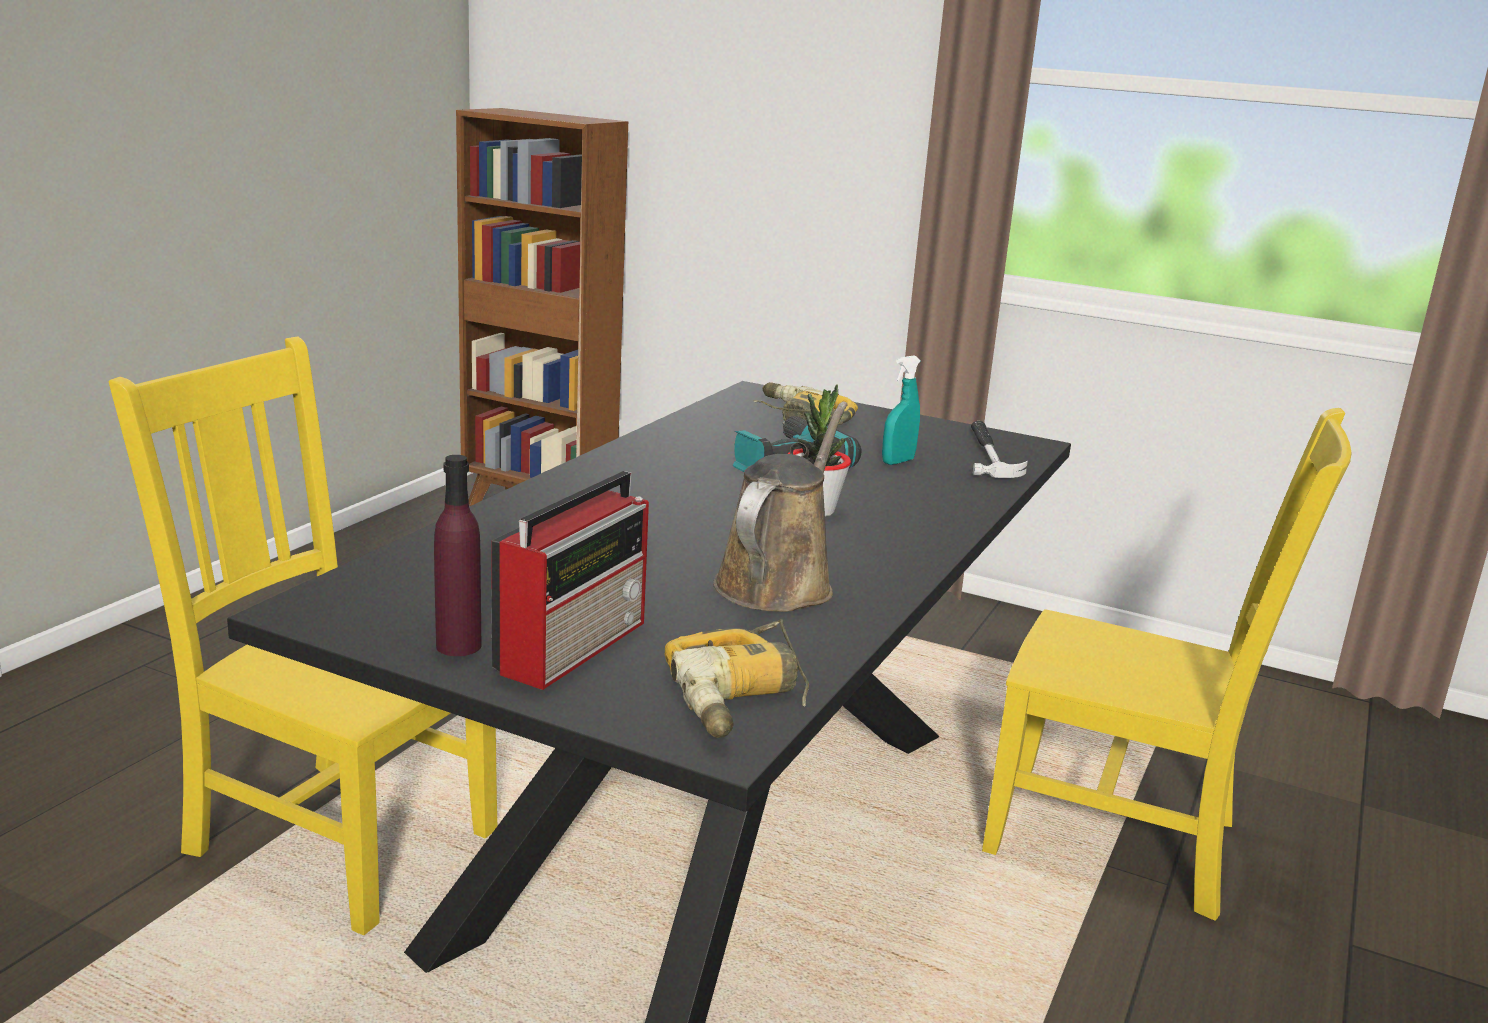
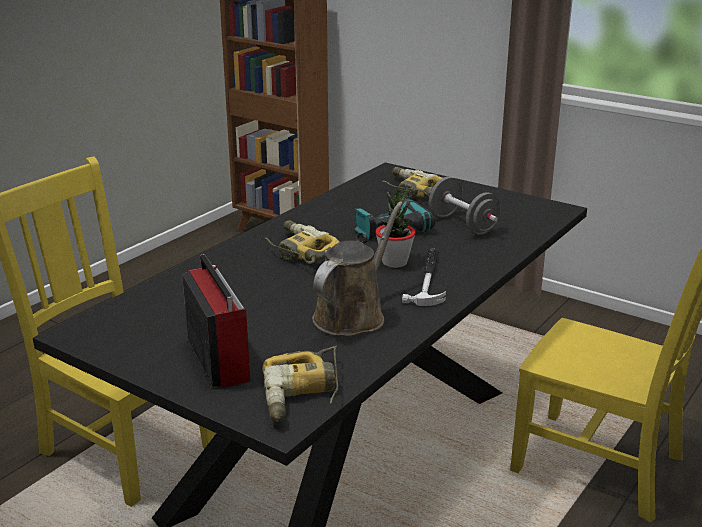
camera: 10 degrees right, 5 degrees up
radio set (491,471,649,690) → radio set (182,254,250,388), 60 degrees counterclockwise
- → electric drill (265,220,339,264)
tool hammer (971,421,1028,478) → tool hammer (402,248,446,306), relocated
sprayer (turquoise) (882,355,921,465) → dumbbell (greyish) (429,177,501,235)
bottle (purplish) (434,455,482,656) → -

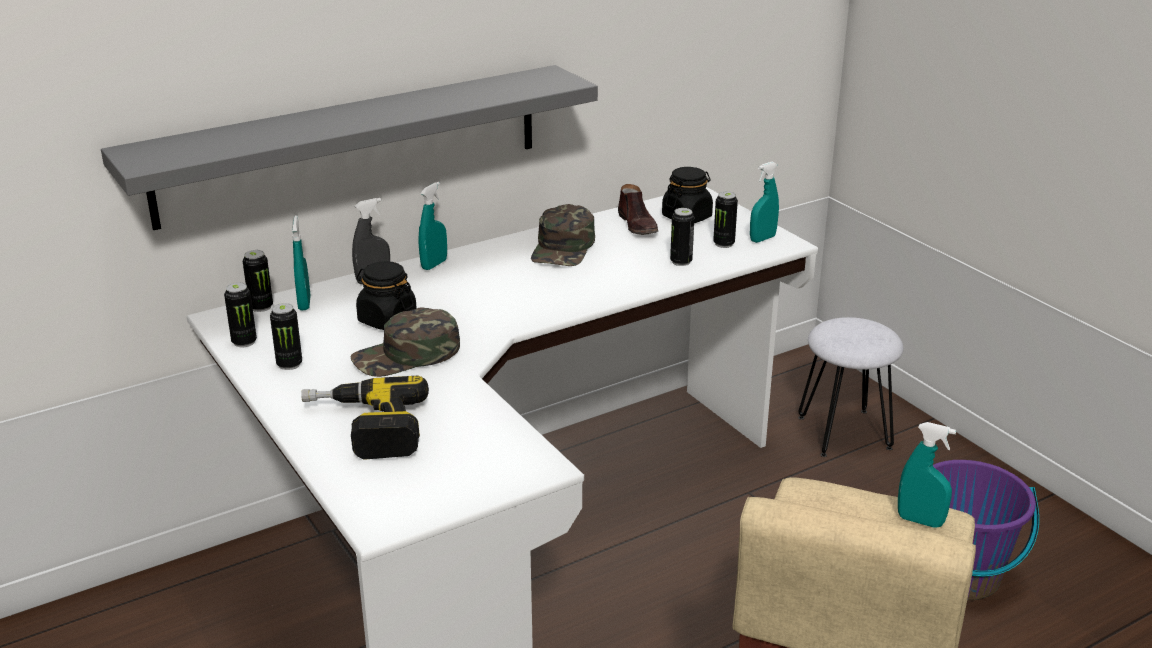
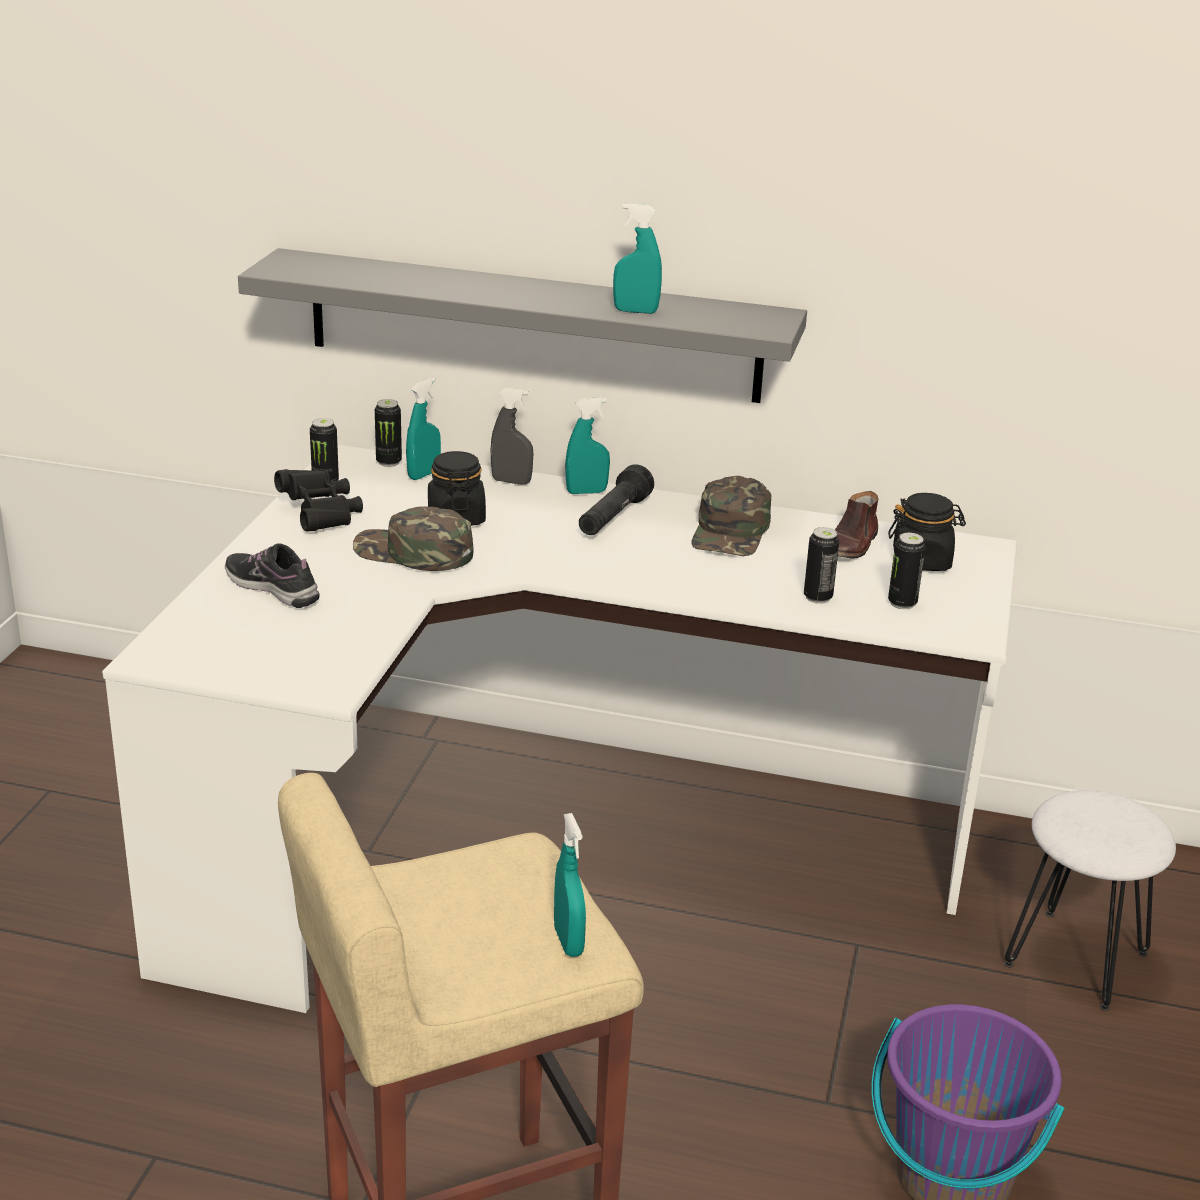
camera: 45 degrees right, 0 degrees up
electric drill (301,376,429,460) → item of footwear (225,543,320,608)
metal can (270,303,302,370) → field glasses (blackish) (274,469,363,532)
- → torch (blackish) (579,464,654,535)
sprayer (turquoise) (750,162,779,243) → sprayer (turquoise) (613,203,662,314), relocated
baseball cap (greenish) (531,204,595,266) → baseball cap (greenish) (691,476,771,556), 45 degrees counterclockwise

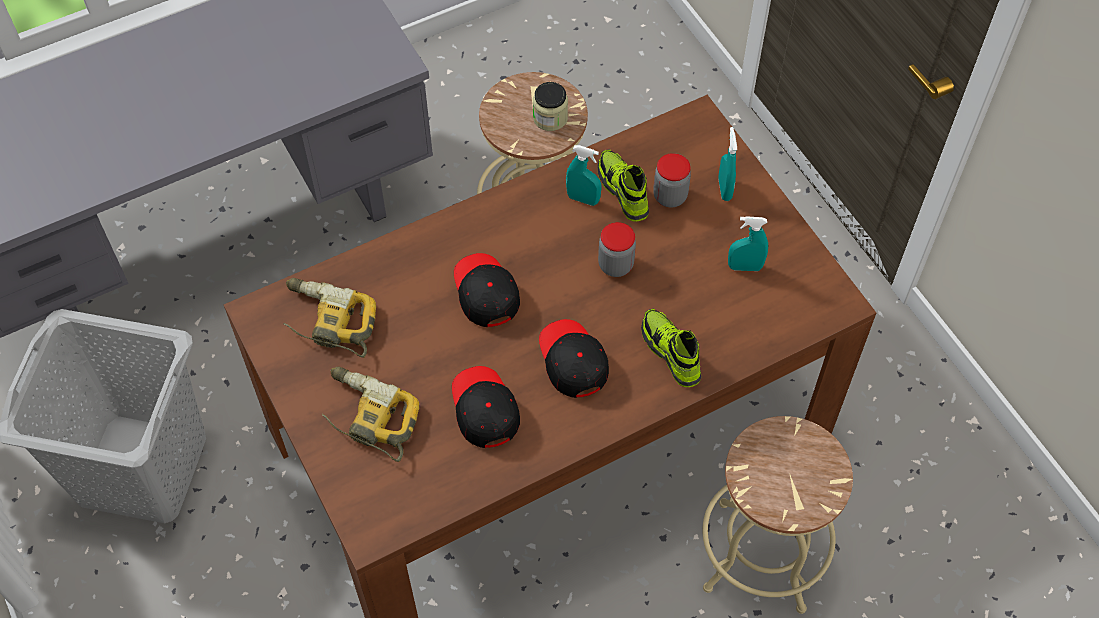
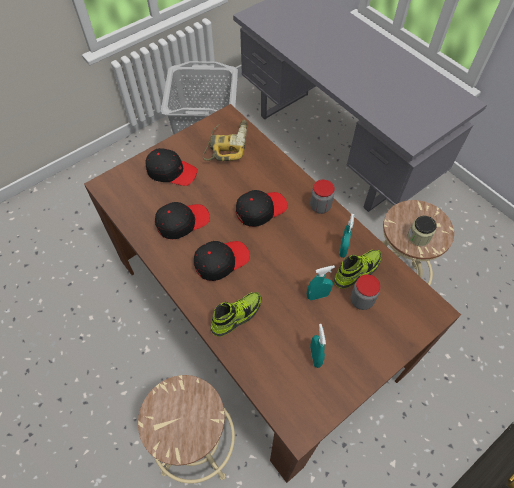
camera: 80 degrees right, 0 degrees up
electric drill (322,366,419,462) → baseball cap (blackish) (146,148,197,186)
sprayer (turquoise) (718,127,737,201) → sprayer (turquoise) (307,265,335,300), relocated
preserve jar (598,222,636,277) → preserve jar (310,180,335,214), relocated

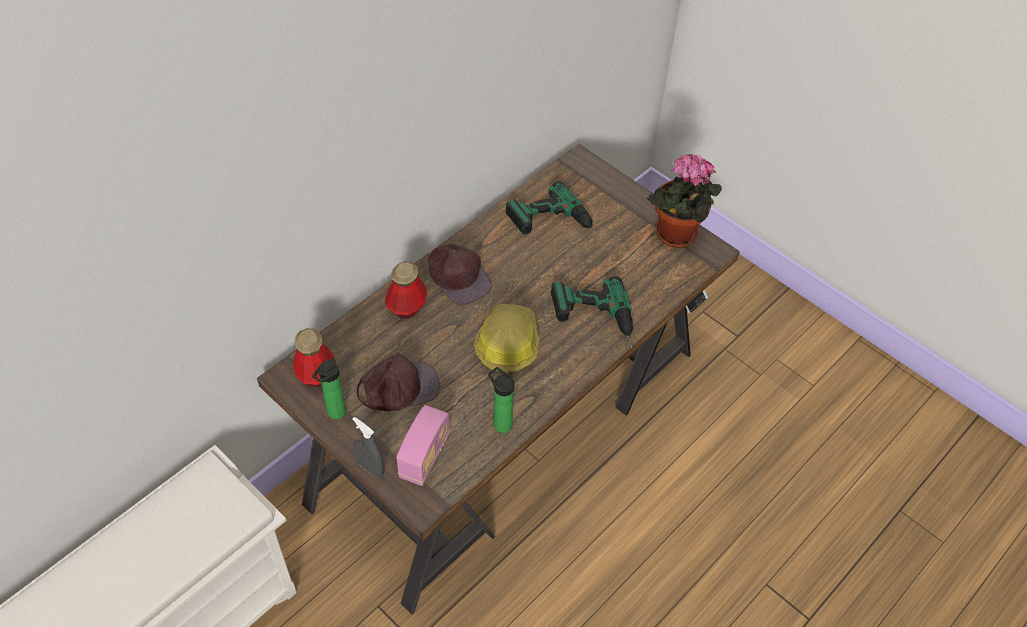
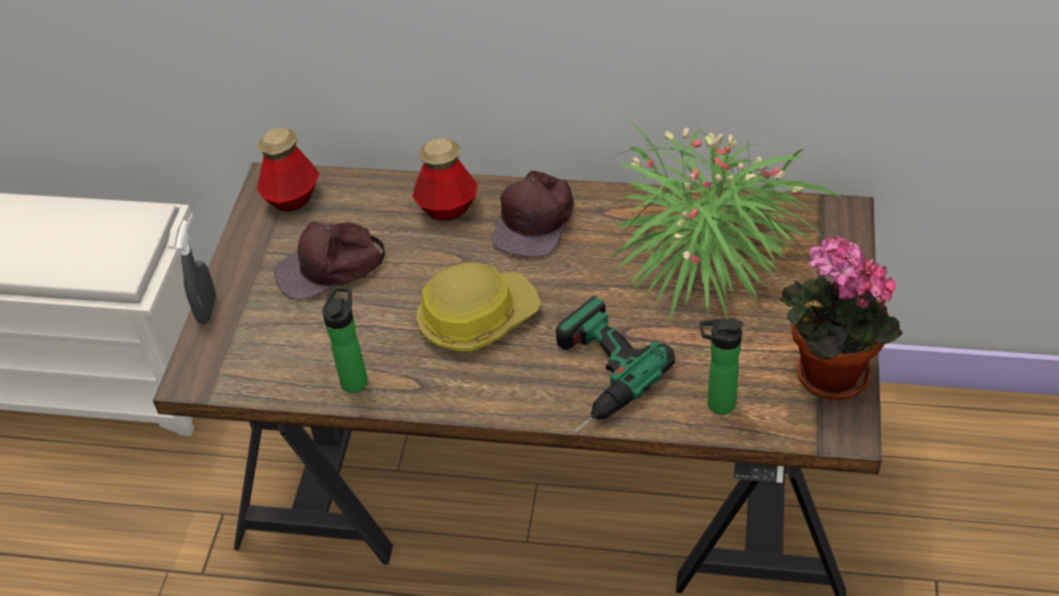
camera: 60 degrees right, 5 degrees down
baseball cap (brownish) (357,354,440,411) → baseball cap (brownish) (274,222,385,300), 120 degrees clockwise
electric drill (506,181,599,237) → plant in a pot (611,118,843,324)
bottle (312,358,346,419) → bottle (700,318,743,415), relocated
radio set (396,405,450,486) → -

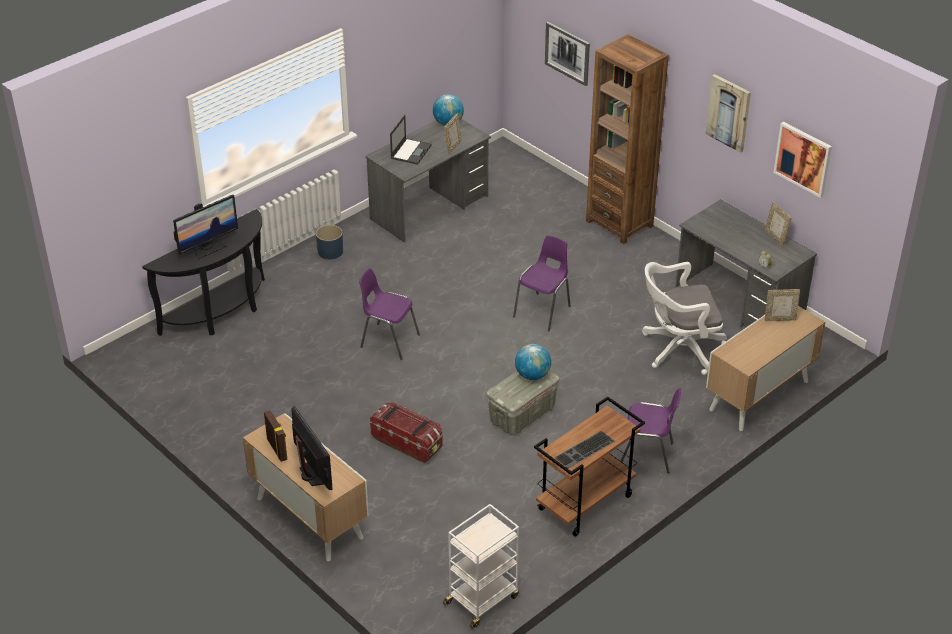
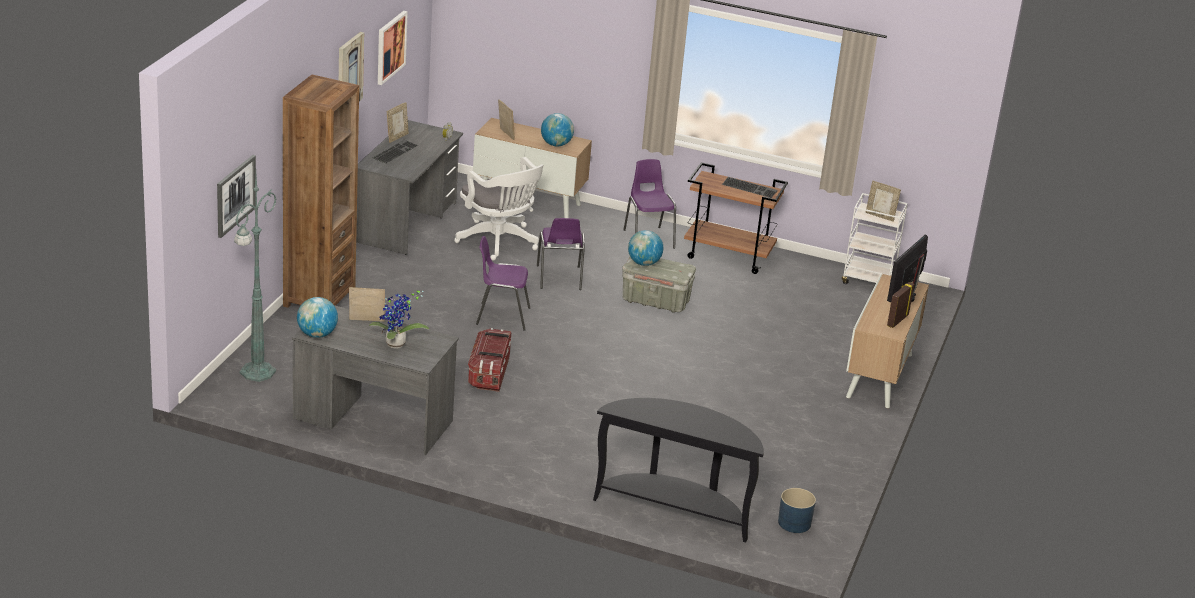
camera: 120 degrees left, 10 degrees down
- → floor lamp (greenish) (234,175,277,382)
laptop (390,115,432,165) → plant in a pot (369,291,429,348)
- → computer keyboard (372,140,418,164)
storage box (370,402,443,463) → storage box (468,328,511,392), relocated
upright chair (purplish) (359,268,420,360) → upright chair (purplish) (537,218,585,290), relocated
- → globe (541,113,574,146)
flower pot (blue-coloured) (316,225,343,259) → flower pot (blue-coloured) (778,488,816,533), relocated
- → standing frame (865,181,901,222)
monitor (173,195,238,259) → -

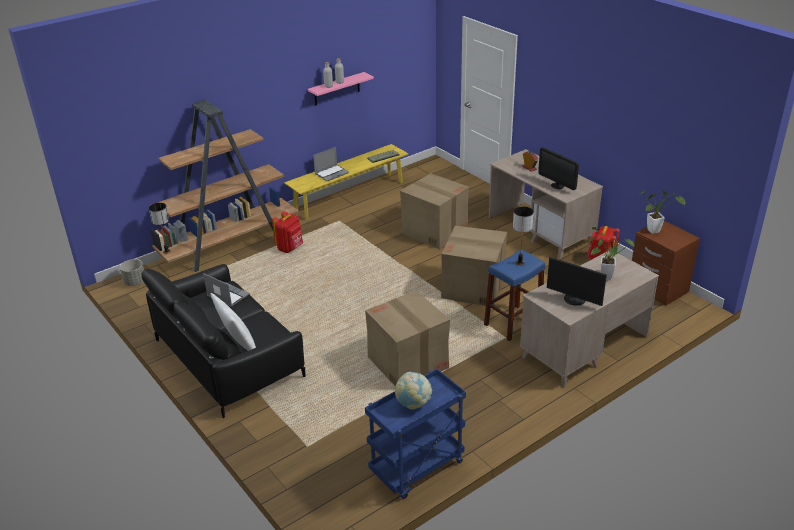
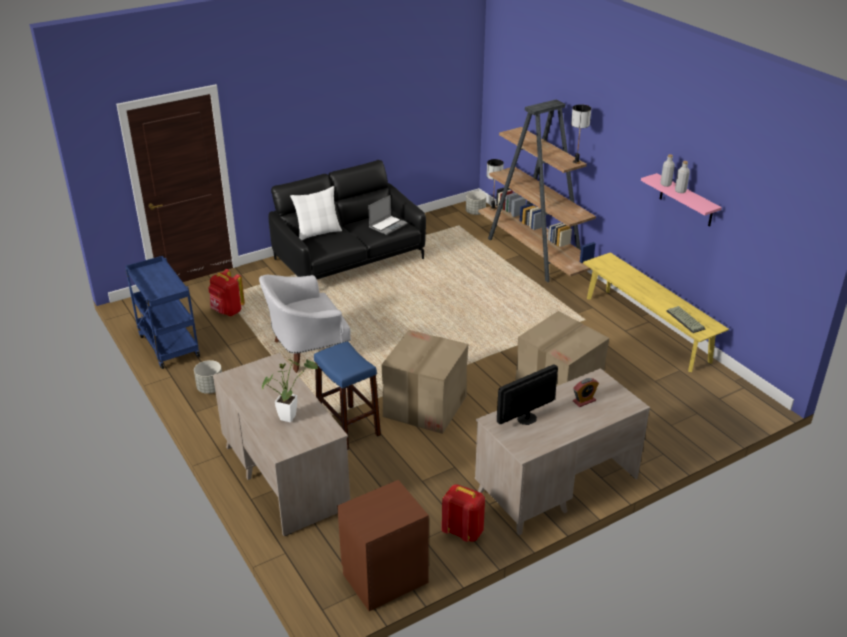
camera: 95 degrees right, 0 degrees up
- → flower pot (greyish) (194,360,222,394)
rucksack (red-coloured) (272,211,303,253) → rucksack (red-coloured) (209,269,245,316), relocated
cardboard box (365,291,450,386) → easy chair (white) (259,275,351,373)
tabletop lamp (513,206,534,265) → tabletop lamp (571,104,592,164), relocated
laptop (313,147,349,182) → -
globe (395,372,432,410) → -
monitor (547,257,607,306) → -
plant in a pot (637,190,685,234) → -

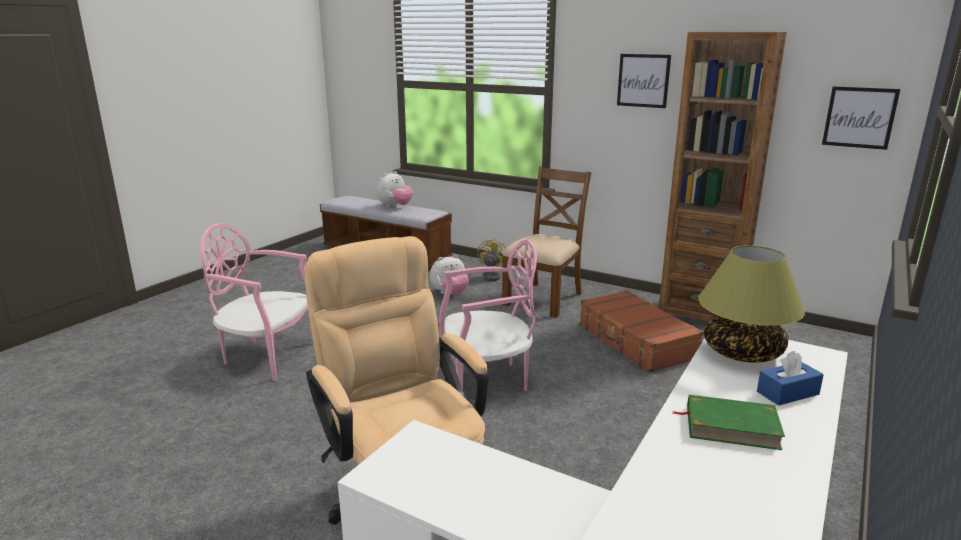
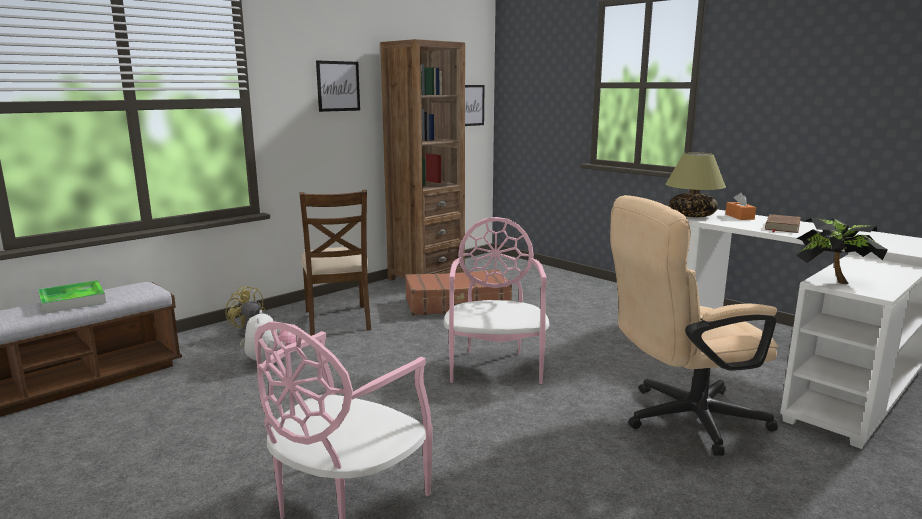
camera: 75 degrees left, 5 degrees down
plush toy (376,171,413,208) → serving tray (38,280,106,314)
upright chair (brownish) (502,166,591,318) → upright chair (brownish) (299,190,371,336), 150 degrees counterclockwise
box of tissues (blue-coloured) (757,351,824,406) → box of tissues (orangey) (725,193,756,220)
book (greenish) (673,395,785,450) → book (brownish) (765,214,801,233)
- → plant in a pot (796,218,888,284)

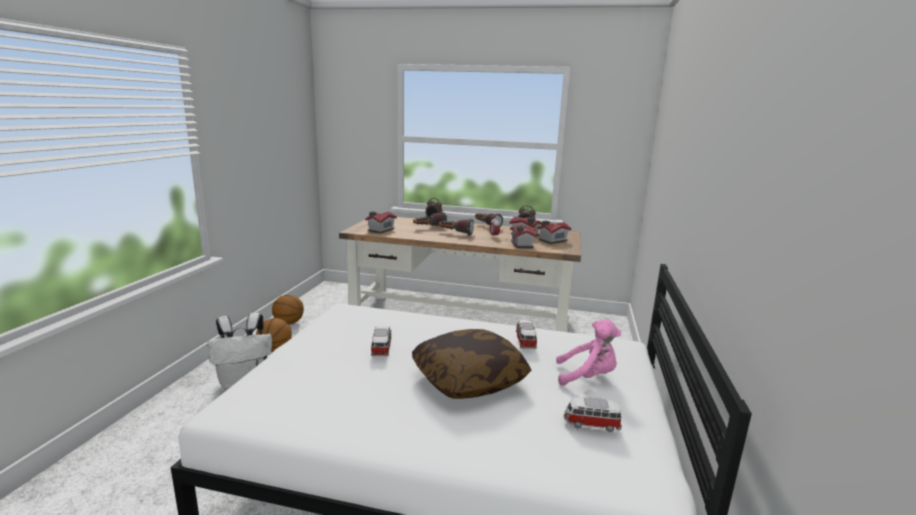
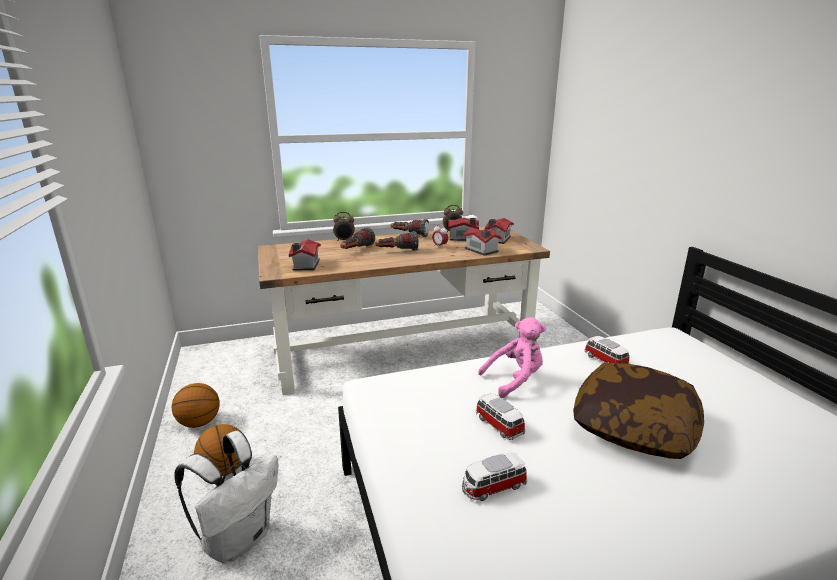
camera: 30 degrees left, 5 degrees up
model car (564,397,622,432) → model car (462,452,527,501), relocated
plush toy (pinkish) (556,319,621,386) → plush toy (pinkish) (478,317,546,398), relocated

